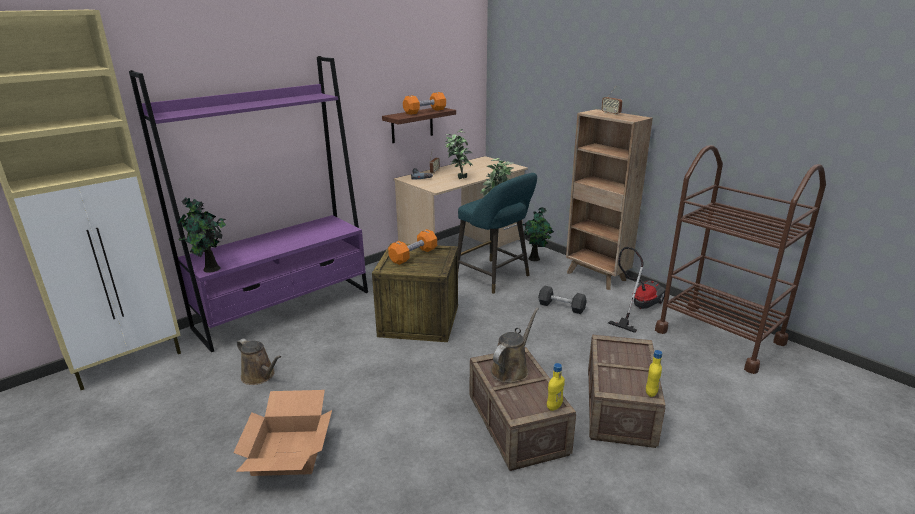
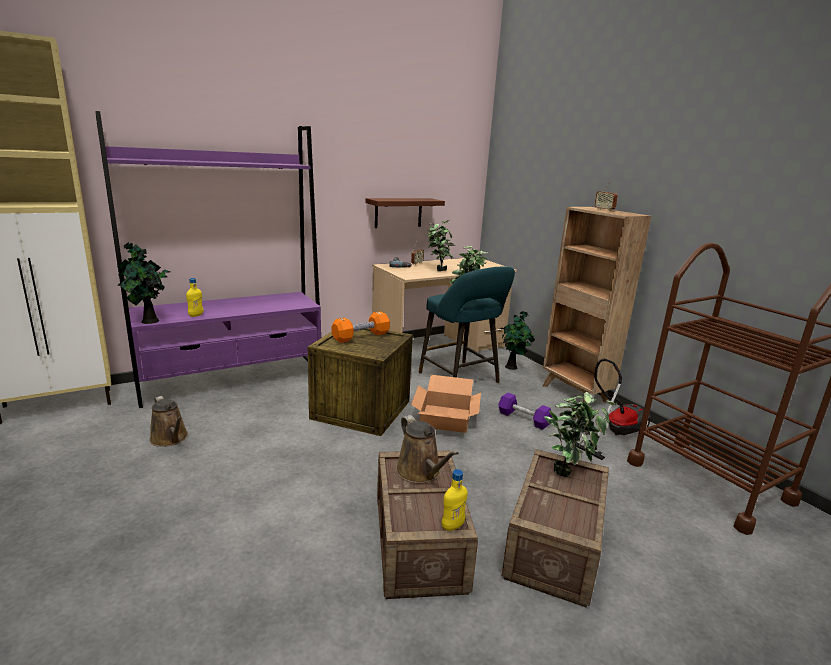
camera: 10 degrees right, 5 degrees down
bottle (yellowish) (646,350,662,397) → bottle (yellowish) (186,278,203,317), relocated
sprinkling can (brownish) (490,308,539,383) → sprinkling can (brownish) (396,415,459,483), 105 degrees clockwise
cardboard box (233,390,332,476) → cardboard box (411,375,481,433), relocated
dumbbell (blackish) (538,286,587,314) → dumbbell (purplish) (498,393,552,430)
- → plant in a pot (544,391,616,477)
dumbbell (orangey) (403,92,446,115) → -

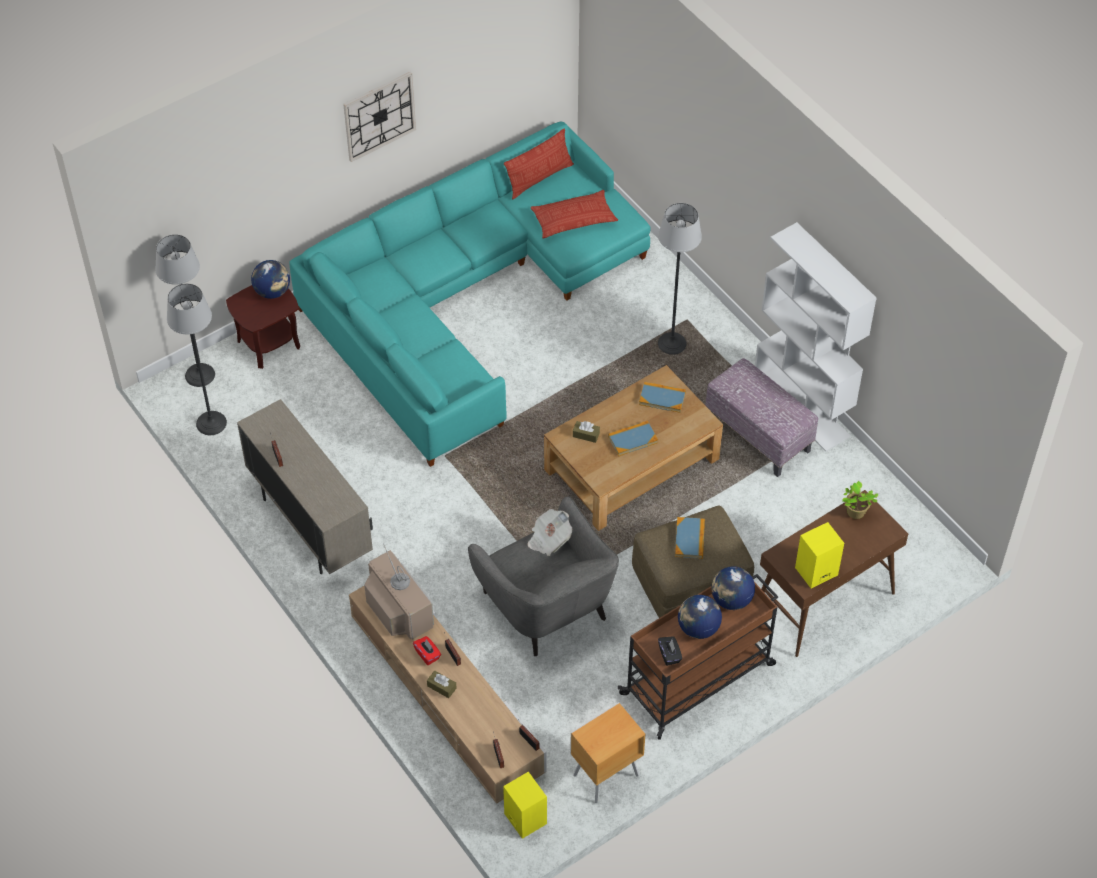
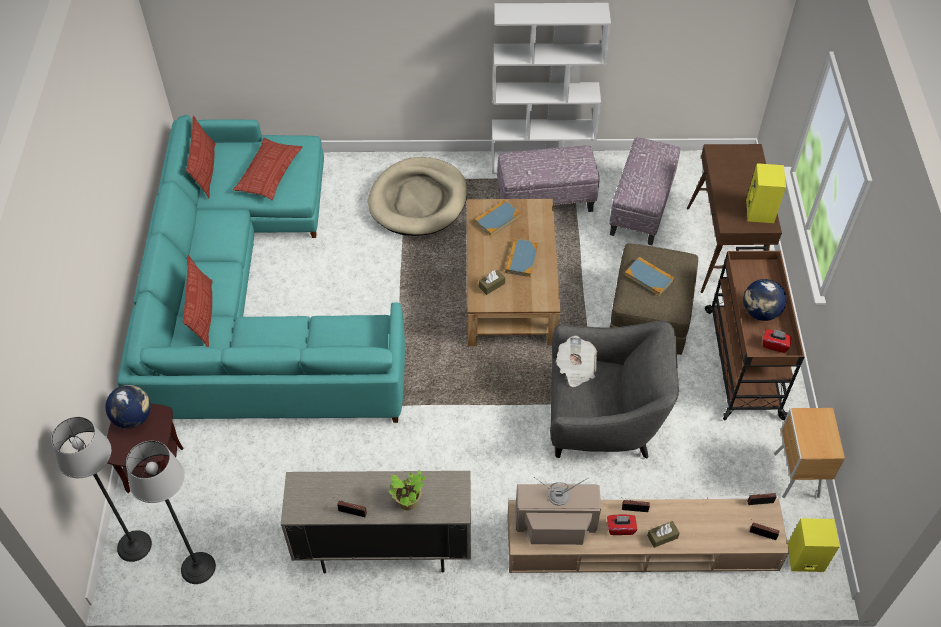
camera: 55 degrees left, 0 degrees up
- → cushion (183,255,213,347)
floor lamp (658,203,702,355) → pet bed (beige-coloured) (368,157,467,236)
plant in a pot (842,481,878,519) → plant in a pot (389,470,427,511), relocated
- → ottoman (609,137,681,245)
box of tissues (blackish) (658,636,682,666) → box of tissues (red-coloured) (763,329,792,353)
wall clock (343,72,416,162) → -
globe (711,566,755,610) → -

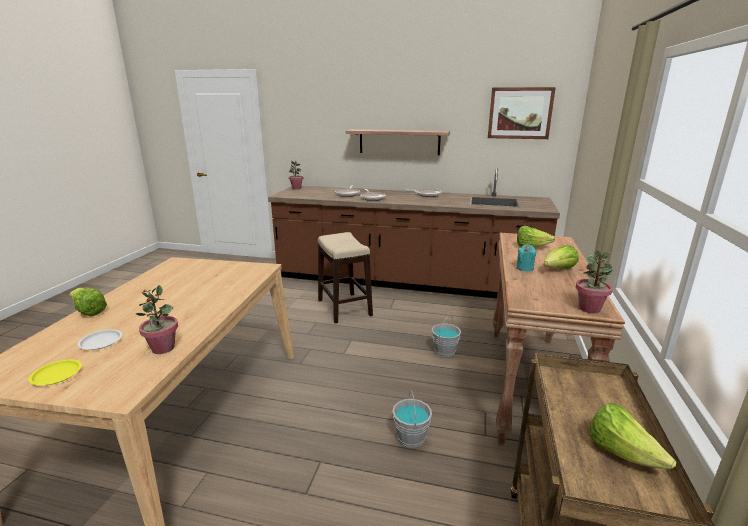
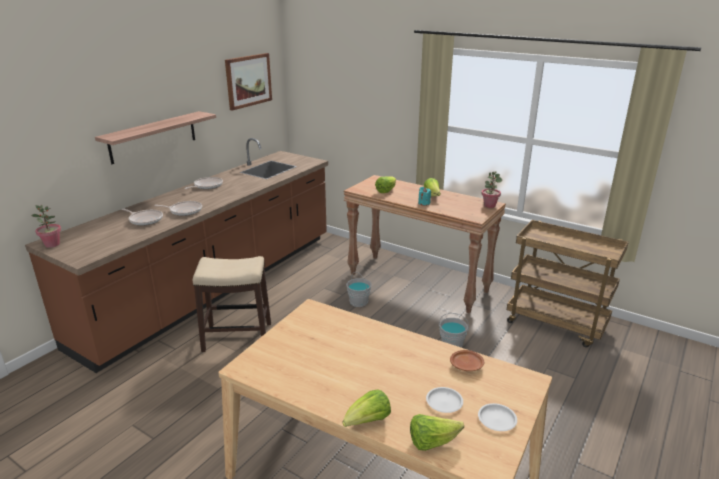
camera: 70 degrees left, 5 degrees up
head of lettuce (589,403,676,469) → head of lettuce (410,414,464,451), relocated
plant in a pot (136,285,178,354) → dinner plate (brownish) (450,350,484,371)
dinner plate (yellowish) (29,359,82,385) → dinner plate (white) (478,403,517,431)

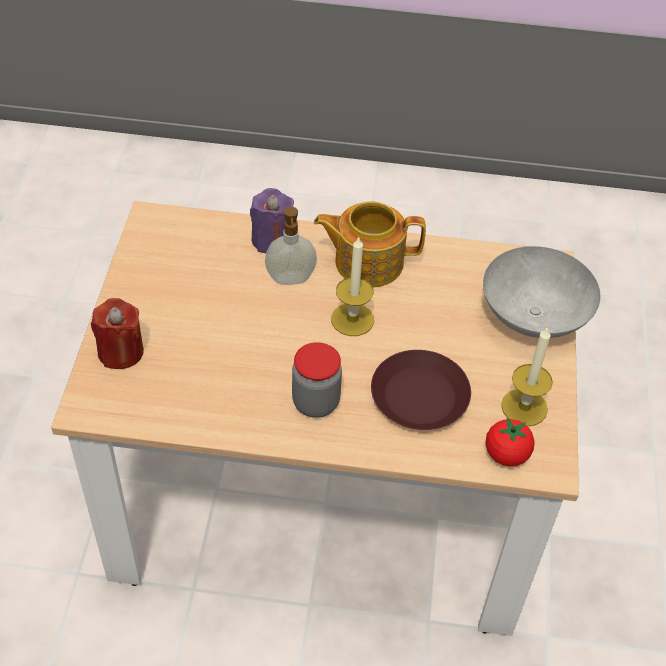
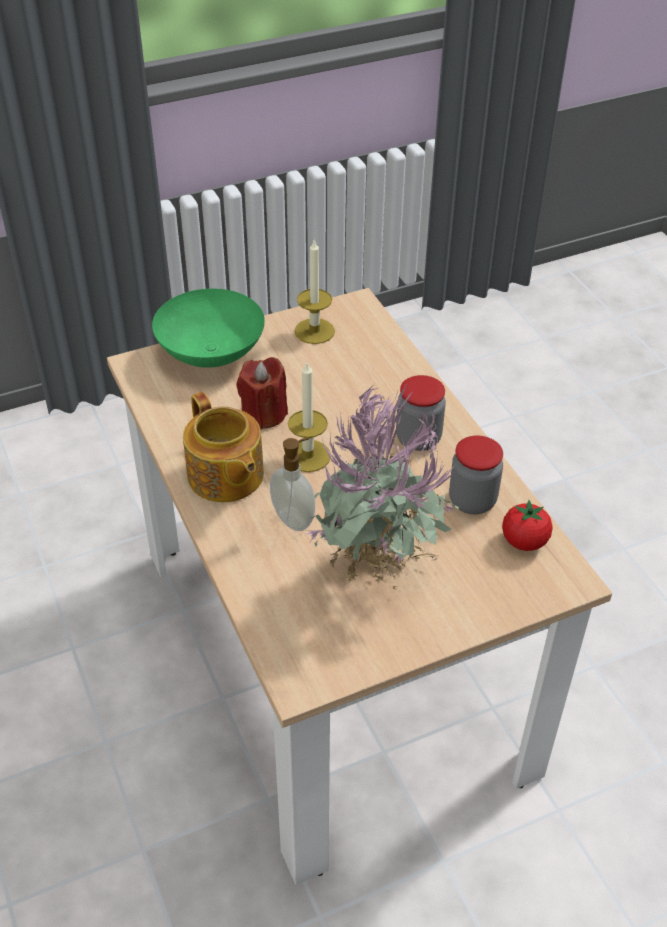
camera: 120 degrees left, 5 degrees down
bowl (greyish) (483,246,601,338) → bowl (greenish) (152,289,265,368)
wax candle (red-coloured) (91,298,144,369) → wax candle (red-coloured) (236,357,288,430), relocated
- → plant in a pot (305,382,459,590)
- → preserve jar (449,435,503,514)
tomato (485,418,535,466) → tomato (502,500,553,551), relocated
wax candle (purplish) (250,188,294,253) → -
dinner plate (brownish) (371,350,471,430) → -

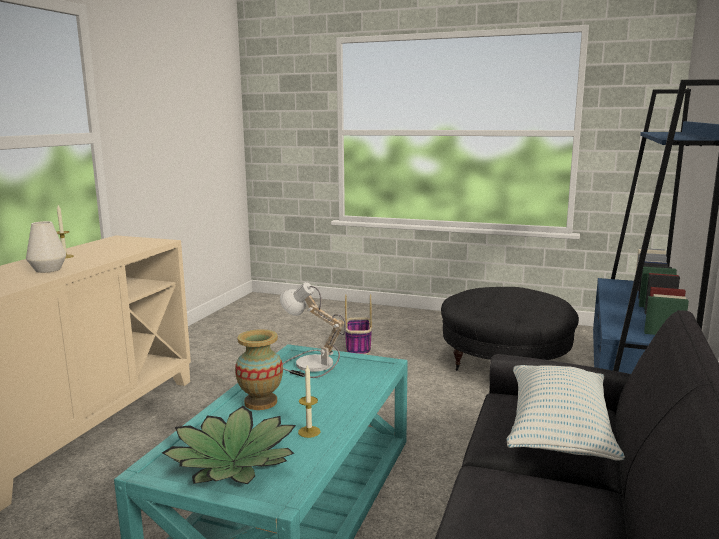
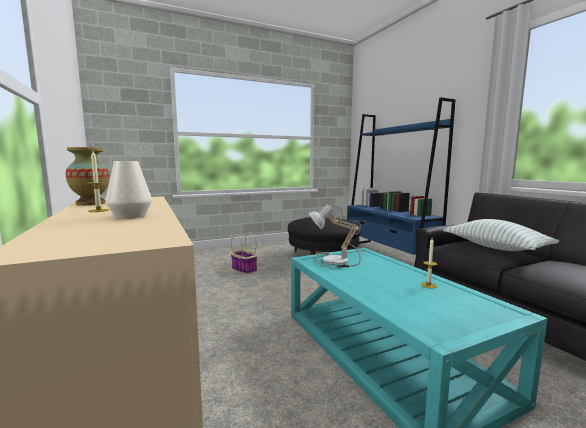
camera: 45 degrees left, 5 degrees down
flower vase (235,329,283,410) → flower vase (66,147,110,206), relocated
plant in a pot (162,406,296,484) → -

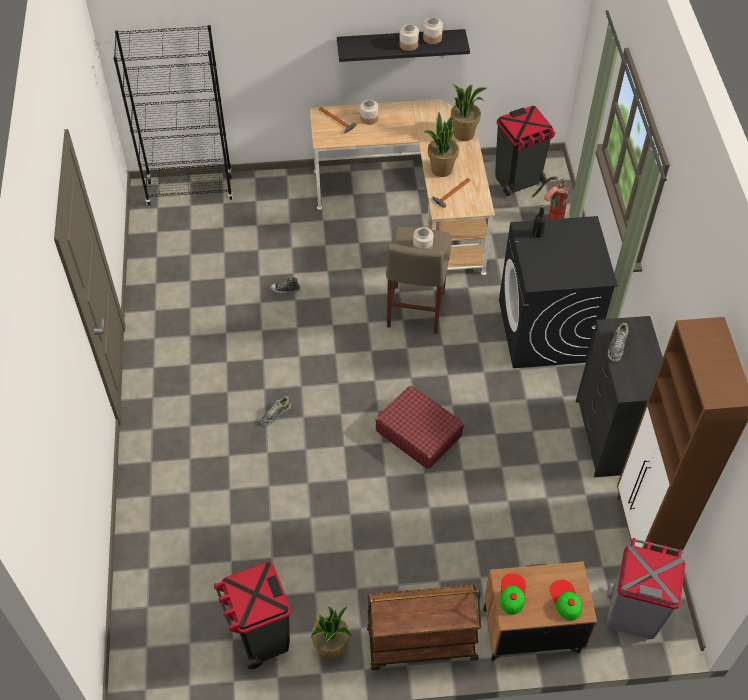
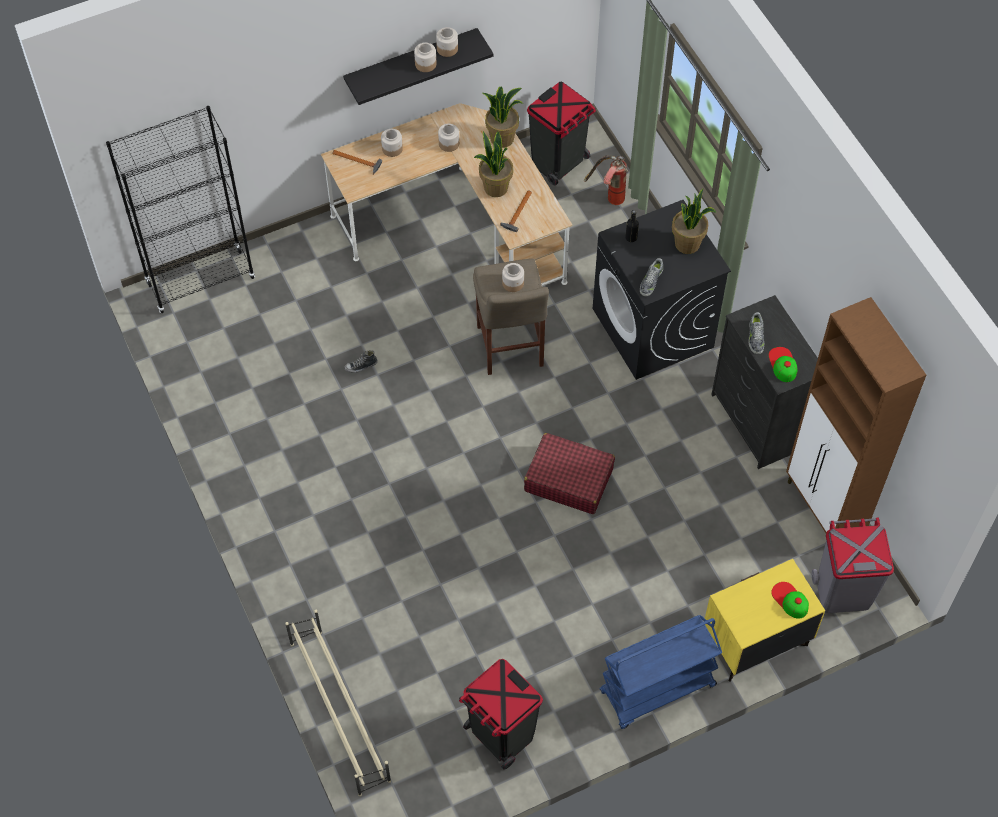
camera: 20 degrees left, 5 degrees up
- → shoe shelf (beige-coloured) (285,610,391,796)
- → preserve jar (438,124,459,152)
wheeled cart (brownish) (367,585,481,670) → wheeled cart (blue-coloured) (600,615,722,729)
item of footwear (261,396,291,426) → item of footwear (640,258,663,296), relocated
plant in a pot (311,606,352,660) → plant in a pot (672,189,716,254), relocated
night table (brownish) (483,562,597,662) → night table (yellowish) (705,559,825,682)
baseball cap (500,574,526,615) → baseball cap (769,347,798,382), relocated

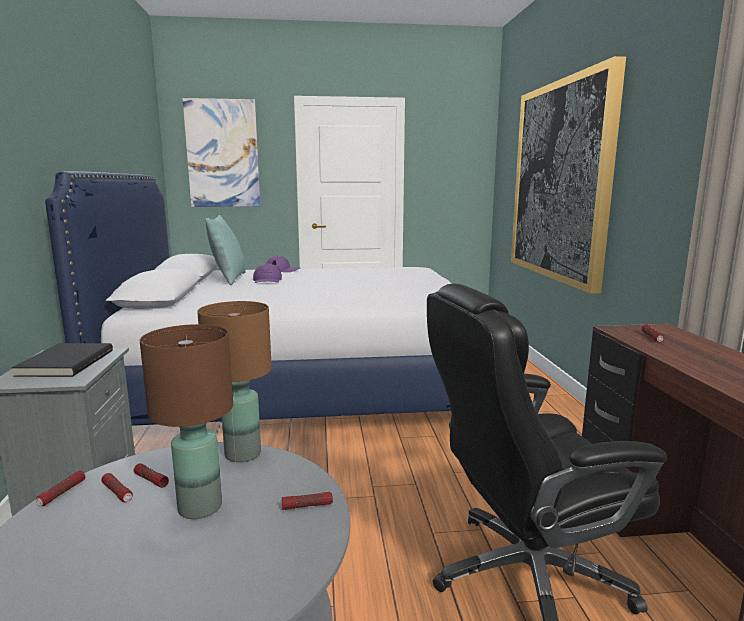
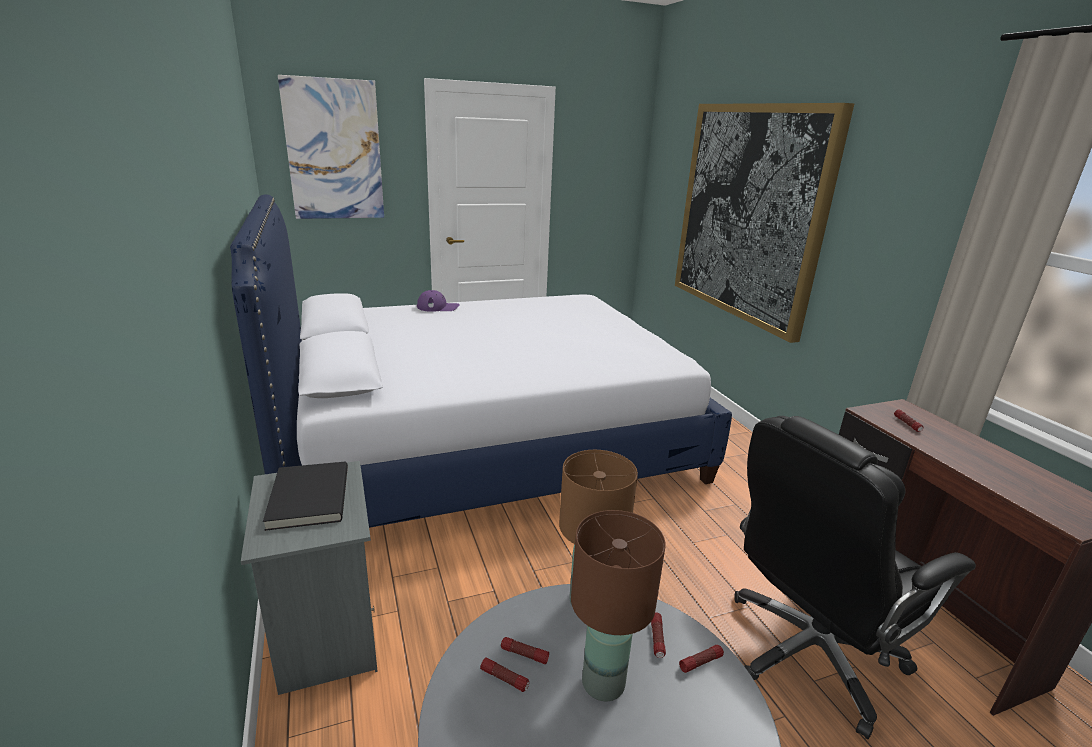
camera: 15 degrees left, 10 degrees up
torch (36,470,85,506) → torch (651,613,666,658), relocated
cushion (turquoise) (205,215,246,285) → -
baseball cap (purplish) (253,263,282,283) → -

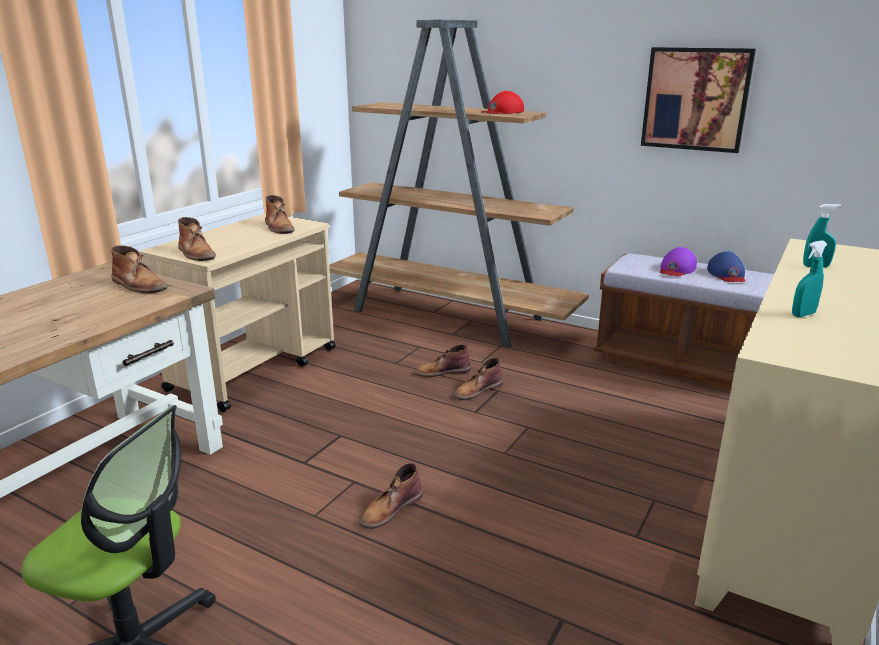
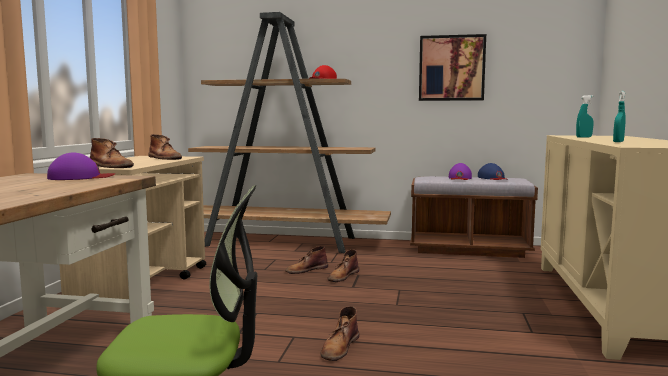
camera: 20 degrees left, 15 degrees down
boot (brownish) (111,245,168,293) → baseball cap (purplish) (47,152,115,180)

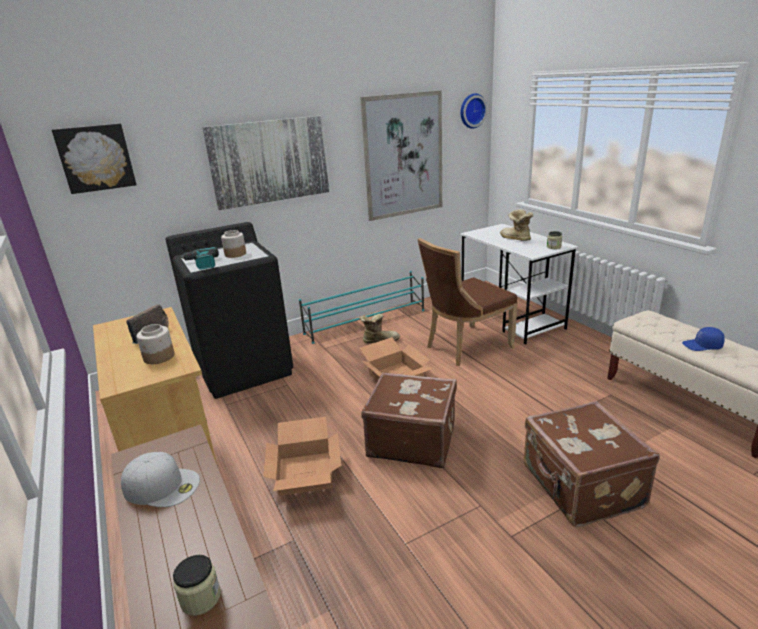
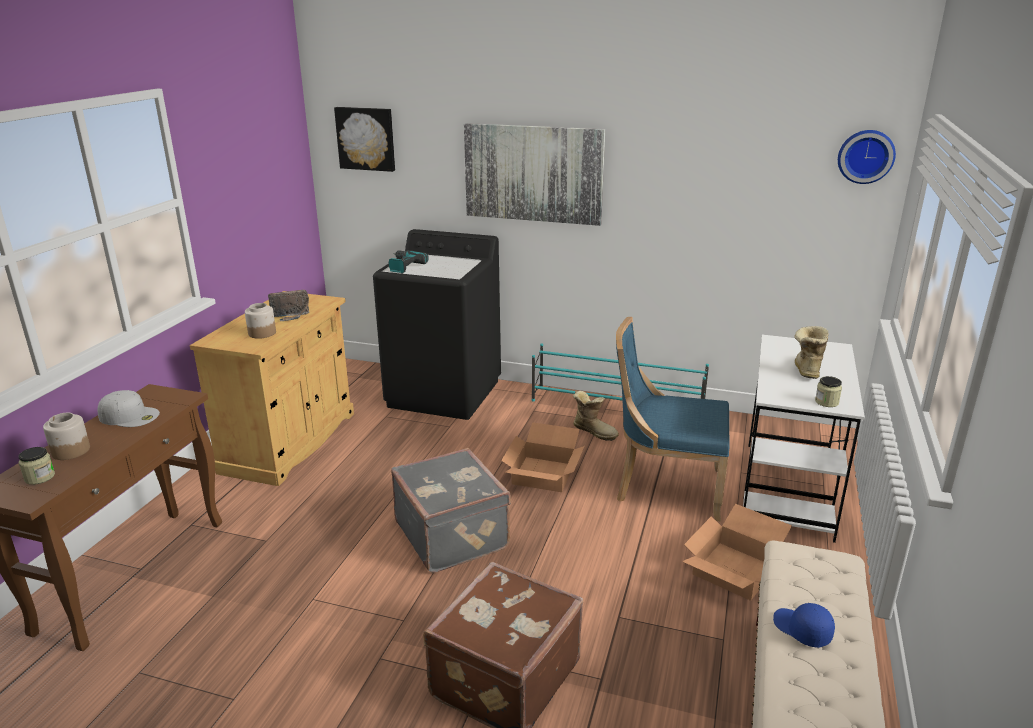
camera: 45 degrees right, 0 degrees up
preserve jar (221,230,246,258) → preserve jar (43,413,90,460), relocated
baseball cap (white) (121,452,200,507) → baseball cap (white) (98,390,160,427), 45 degrees counterclockwise
travel case (brownish) (362,372,457,468) → travel case (greyish) (391,448,511,573)
upright chair (brownish) (417,238,517,366) → upright chair (blue-coloured) (616,317,729,522)
cardboard box (263,417,341,496) → cardboard box (682,504,792,601), relocated
picture (360,90,442,221) → -

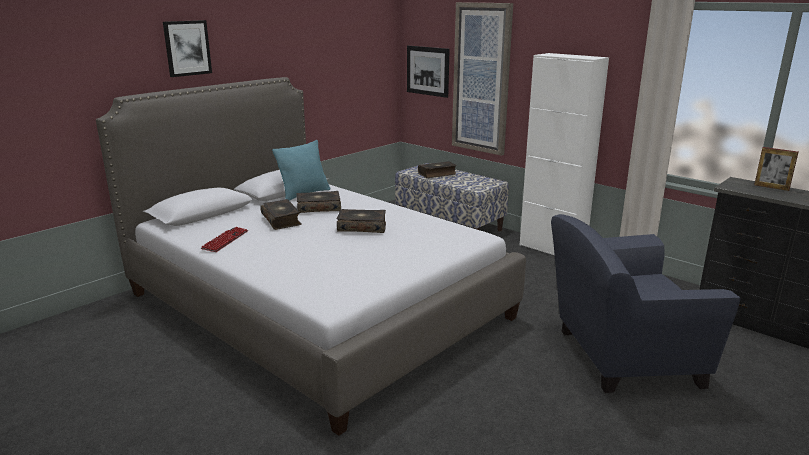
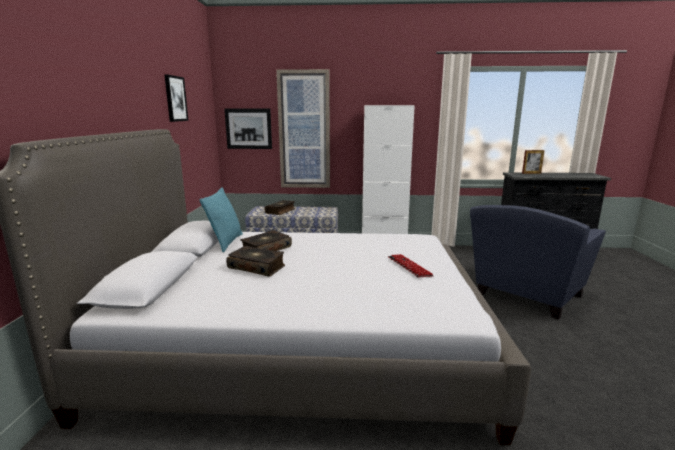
camera: 40 degrees left, 5 degrees down
picture (163,20,212,77) → picture (164,74,188,122), relocated
computer keyboard (201,227,248,252) → computer keyboard (388,254,434,278), relocated
book (337,209,386,233) → -

